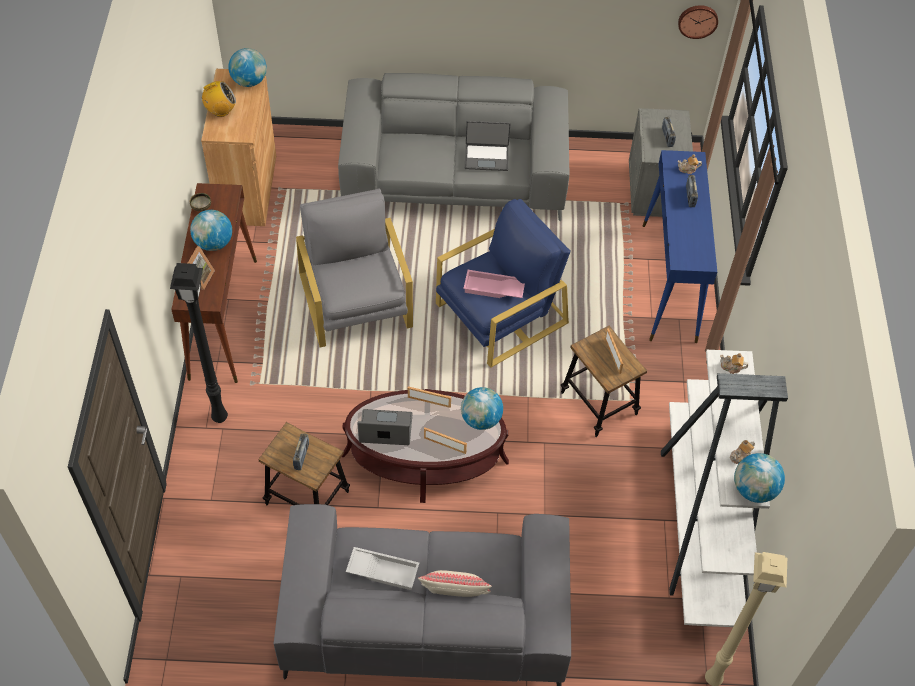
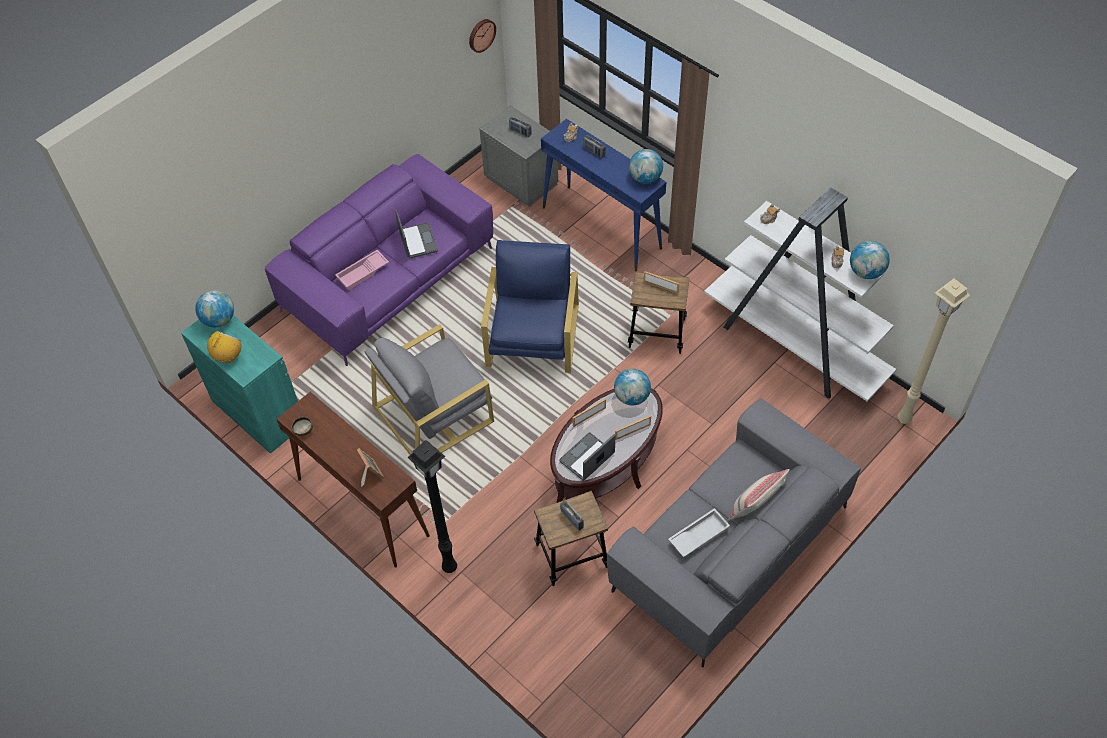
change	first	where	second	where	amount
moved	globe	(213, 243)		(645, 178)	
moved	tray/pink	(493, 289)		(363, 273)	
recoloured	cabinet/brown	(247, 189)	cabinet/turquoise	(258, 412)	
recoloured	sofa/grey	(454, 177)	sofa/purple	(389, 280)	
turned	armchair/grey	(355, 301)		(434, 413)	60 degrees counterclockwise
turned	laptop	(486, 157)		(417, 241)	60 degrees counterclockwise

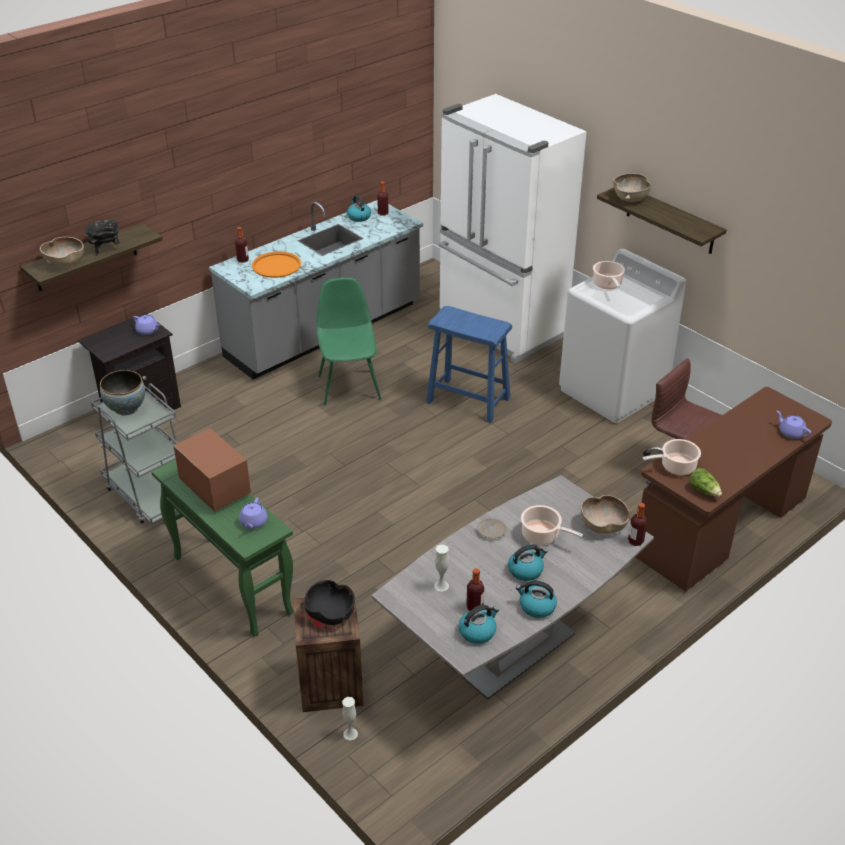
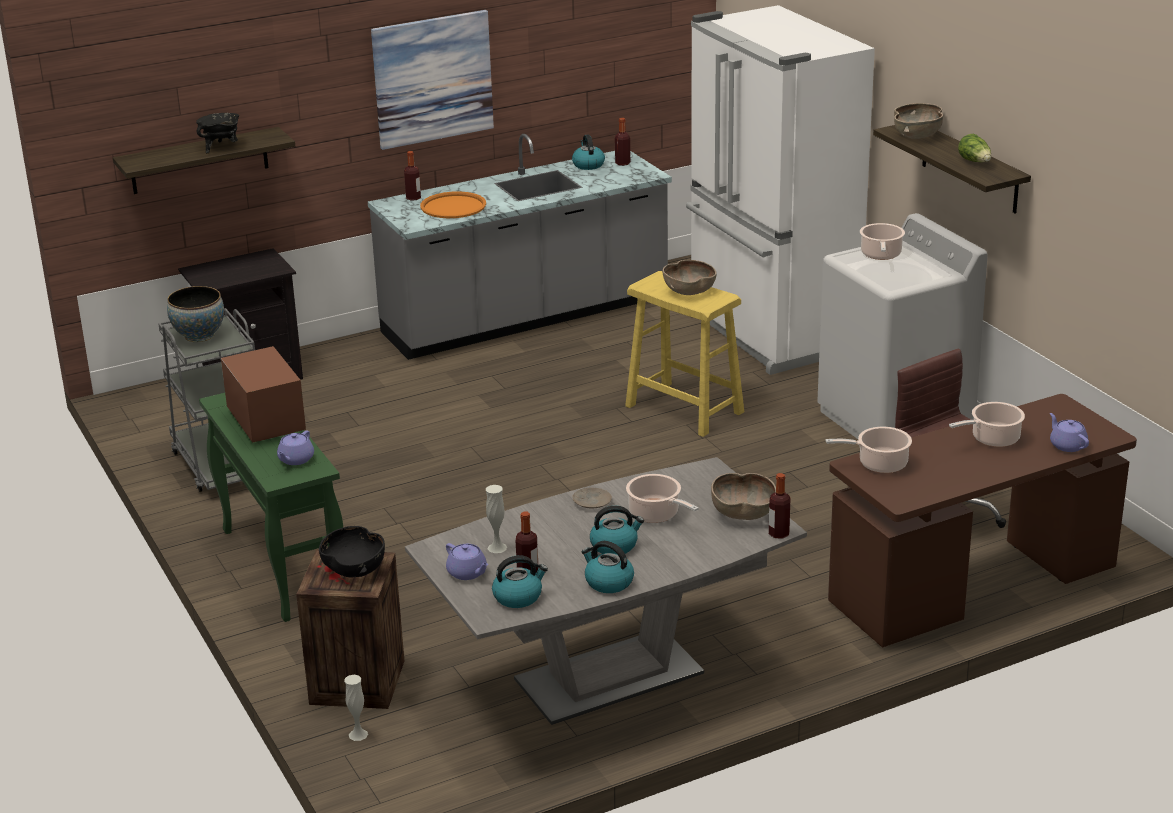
change	first	where	second	where	amount
removed	chair/green	(349, 386)			
added			picture	(432, 79)	
added			cooking pot	(992, 439)	
moved	bowl/brown	(65, 262)		(689, 291)	
moved	teapot/purple	(148, 331)		(467, 573)	
moved	lettuce	(704, 491)		(975, 162)	
recoloured	stool/blue	(468, 400)	stool/yellow	(685, 409)	

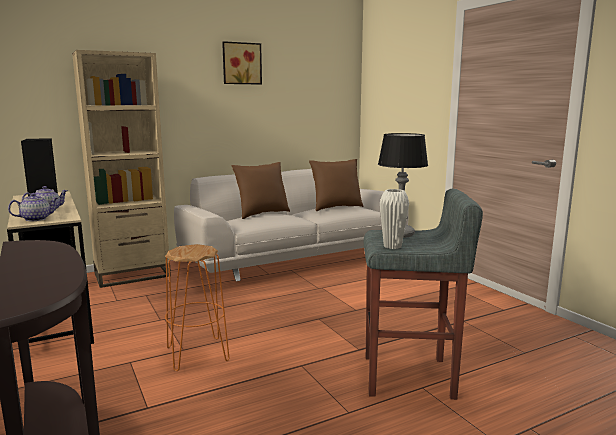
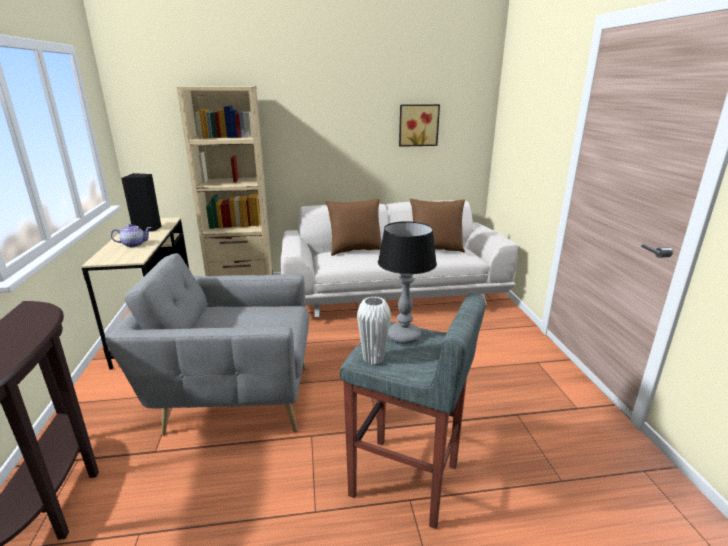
change	first	where	second	where	amount
removed	teapot	(36, 219)			
moved	picture	(241, 63)		(418, 125)	
replaced	stool/orange	(197, 353)	armchair/grey	(233, 397)	

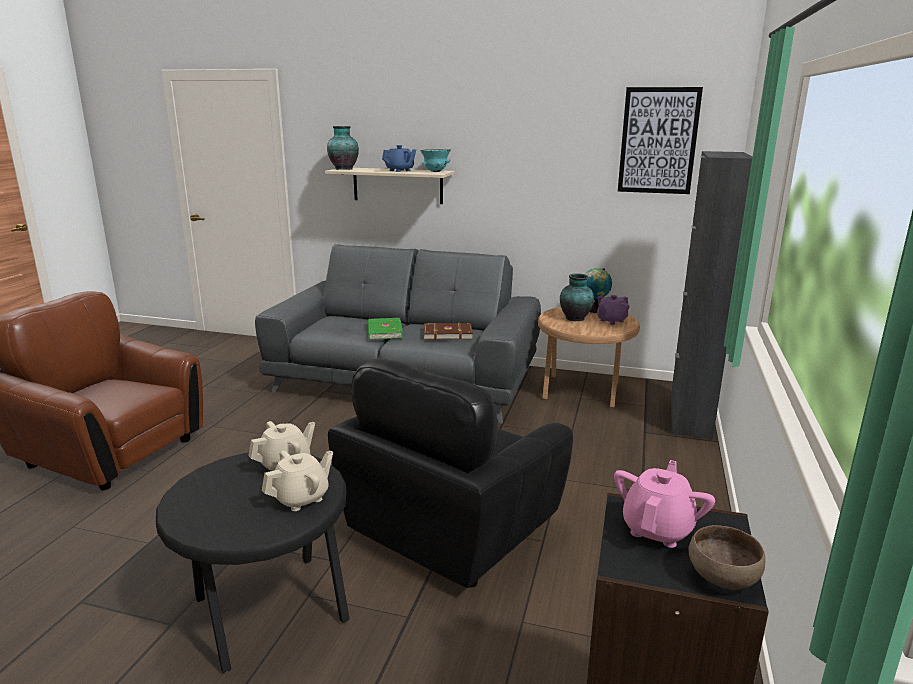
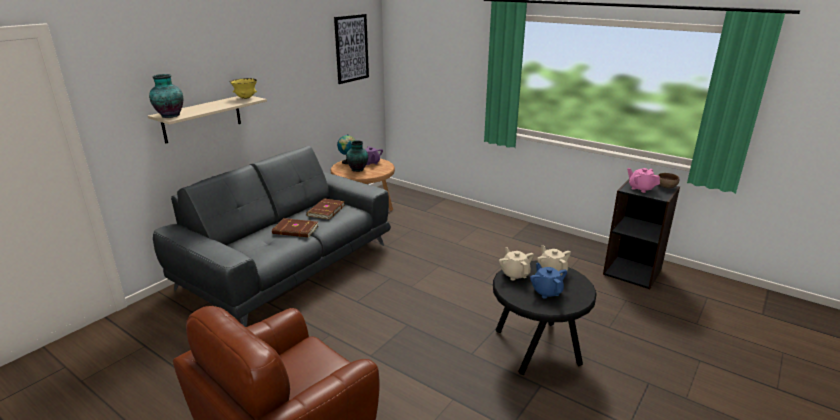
change	first	where	second	where	amount
removed	armchair/black	(454, 529)			
removed	cabinet/black	(690, 417)			
moved	teapot/blue	(400, 170)		(546, 291)	
recoloured	book/green	(383, 331)	book/brown	(295, 230)	
recoloured	bowl/turquoise	(435, 171)	bowl/yellow	(246, 98)	

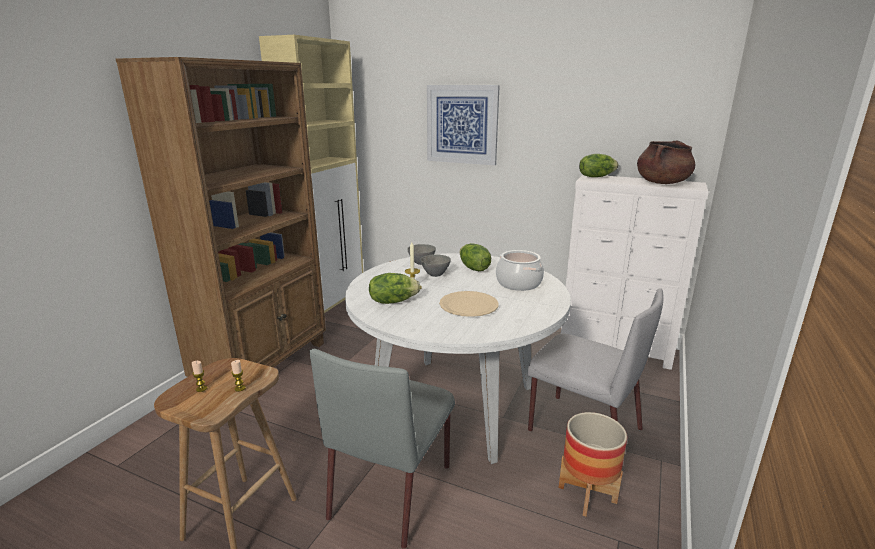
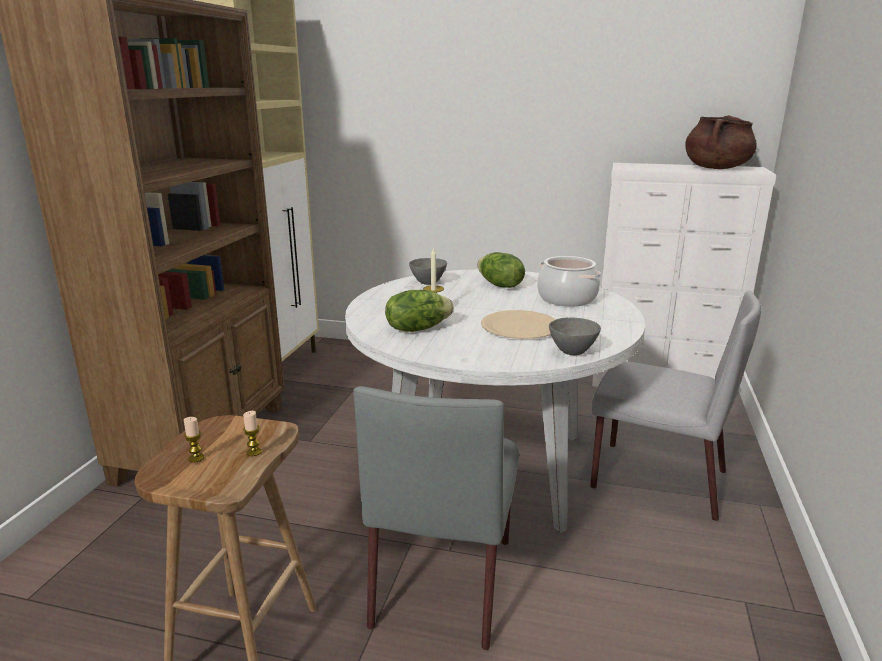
change	first	where	second	where	amount
removed	picture	(462, 124)			
removed	planter	(587, 494)			
removed	lettuce	(596, 177)			
moved	bowl/grey	(435, 275)		(572, 352)	

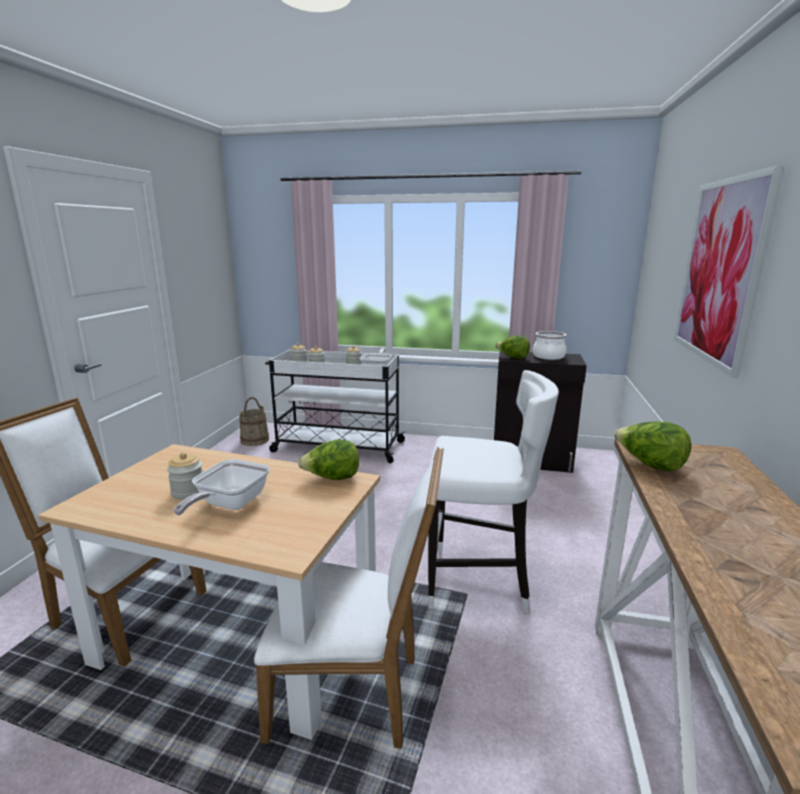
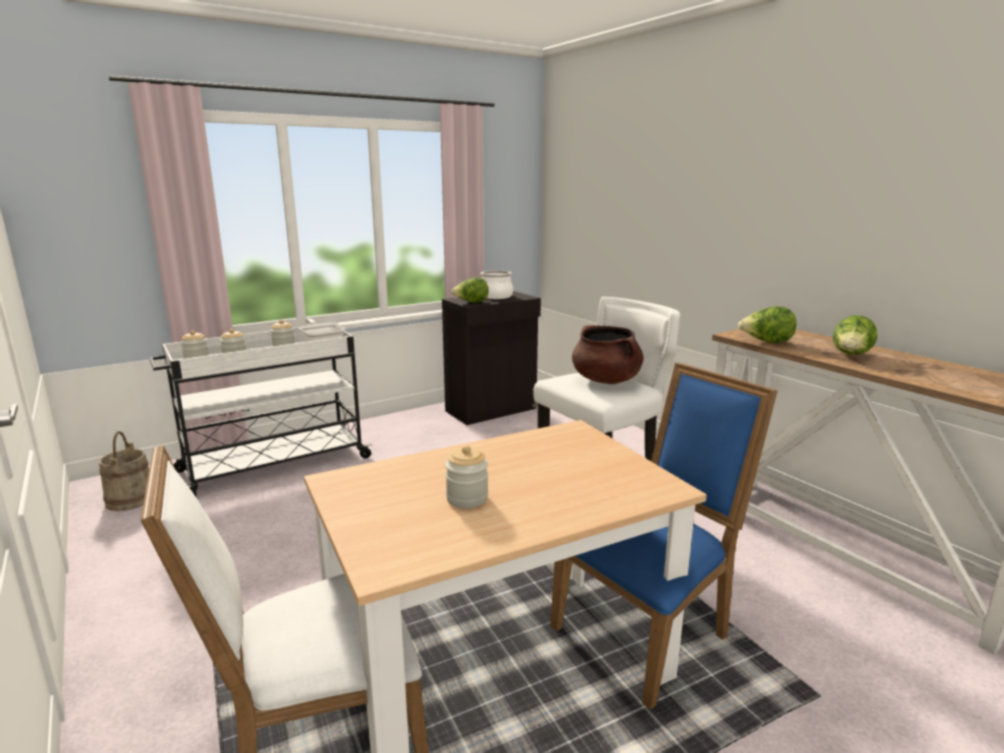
change	first	where	second	where	amount
removed	frying pan	(229, 505)			
removed	picture	(719, 271)			
added			cooking pot/brown	(606, 380)	
moved	lettuce	(332, 478)		(851, 355)	
recoloured	chair/white	(355, 693)	chair/blue	(649, 632)	

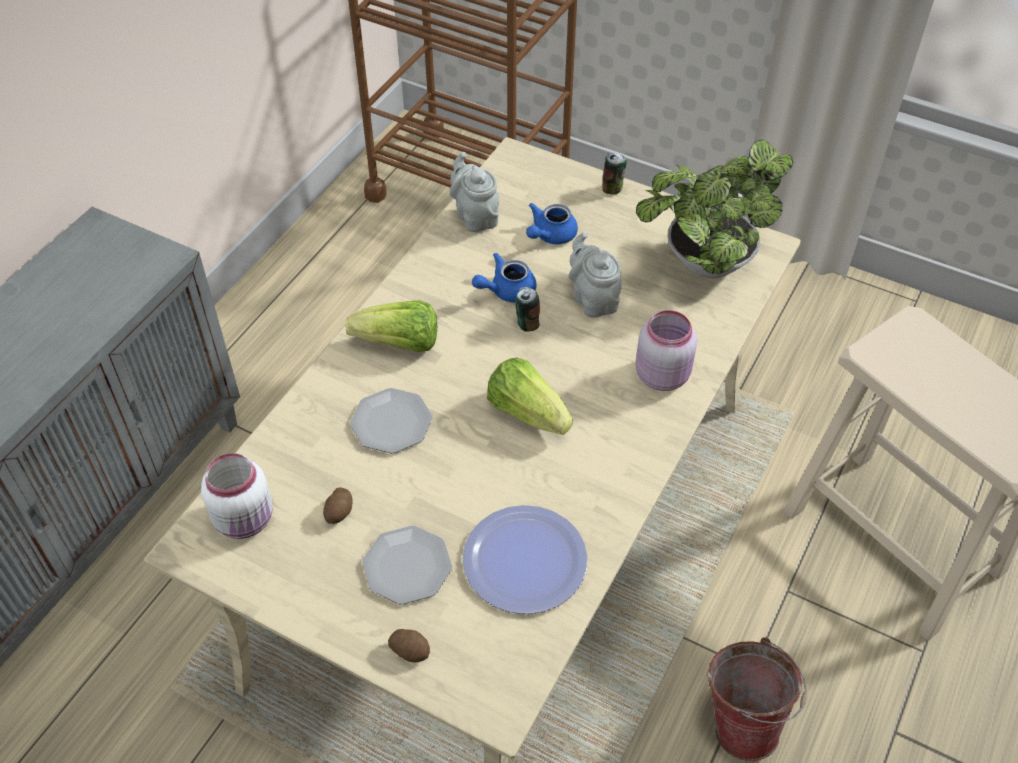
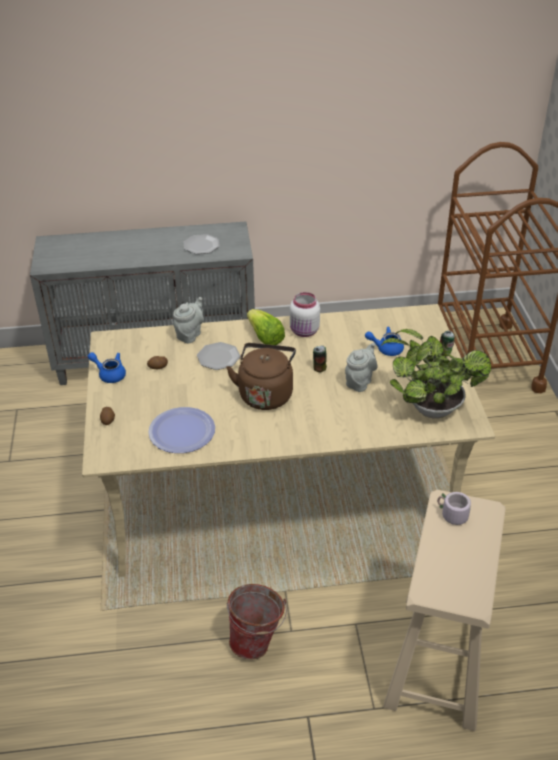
change	first	where	second	where	amount
removed	jar/pink	(662, 374)			
added			mug/grey	(451, 516)	
moved	jar/white	(246, 519)		(305, 331)	
moved	plate	(408, 567)		(201, 246)	
moved	teapot/grey	(475, 216)		(190, 334)	
moved	teapot/blue	(506, 290)		(109, 374)	
replaced	lettuce	(527, 412)	kettle/brown	(265, 393)	

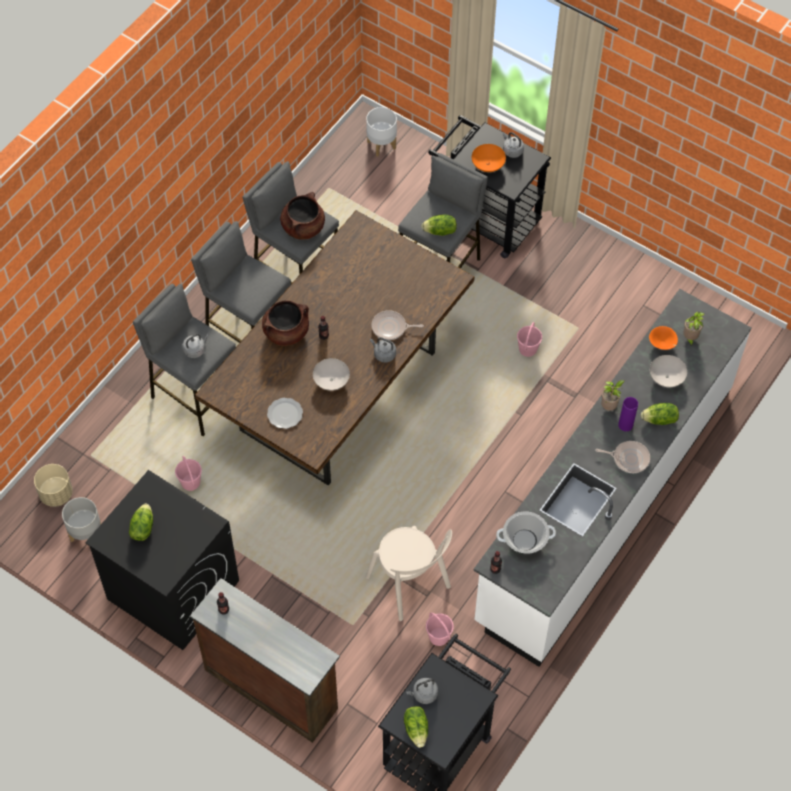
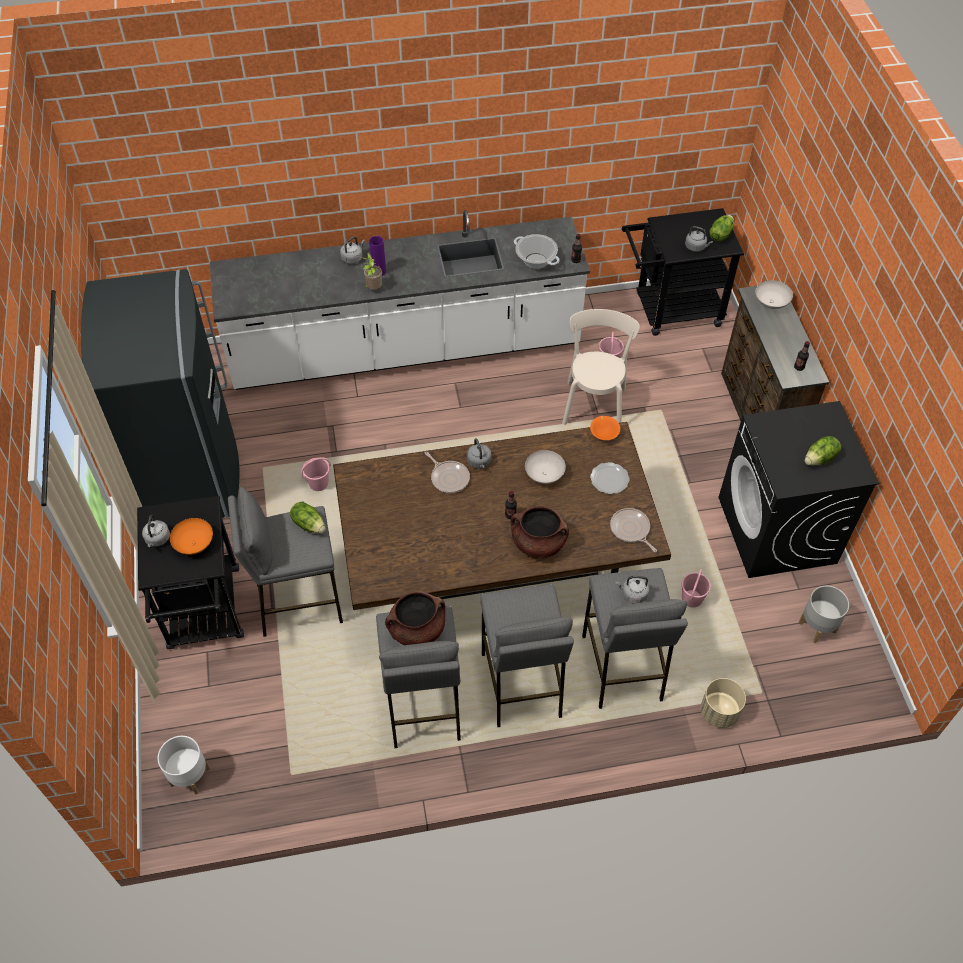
change	first	where	second	where	amount
removed	potted plant	(690, 338)			
added			fridge/grey	(191, 471)	
moved	planter/beige	(56, 493)		(719, 712)	
moved	frying pan	(628, 458)		(631, 529)	
moved	bowl/orange	(662, 344)		(604, 434)	
moved	bowl/white	(666, 377)		(770, 303)	
replaced	lettuce	(659, 420)	kettle/grey	(353, 258)	

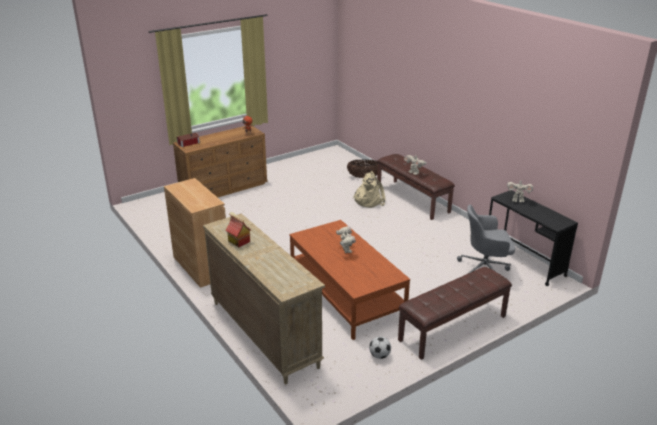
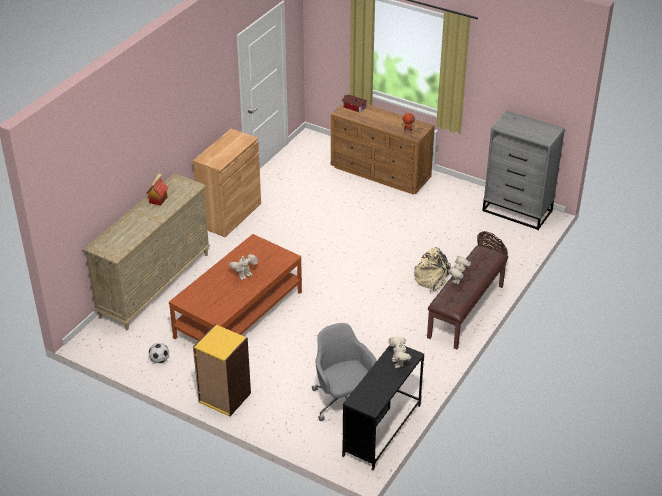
change	first	where	second	where	amount
added			dresser/grey	(518, 211)	
replaced	bench/brown	(453, 328)	bookcase/yellow	(224, 398)	

